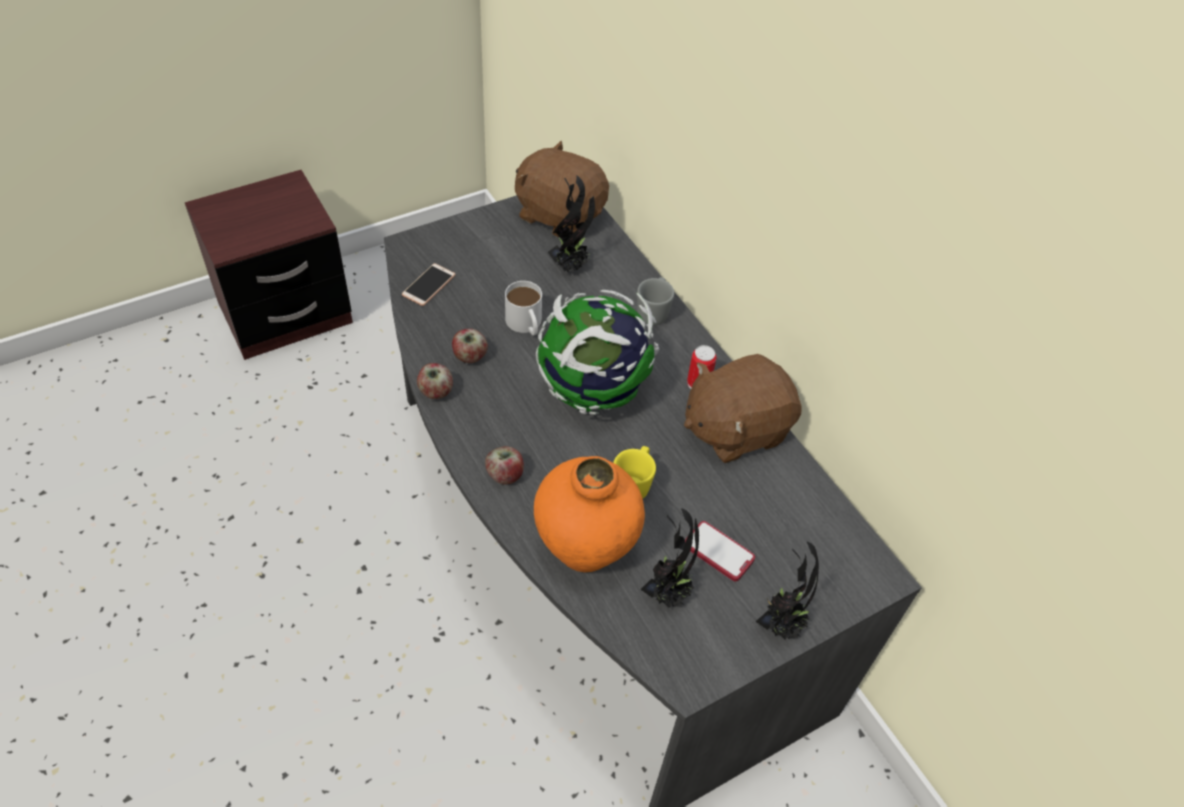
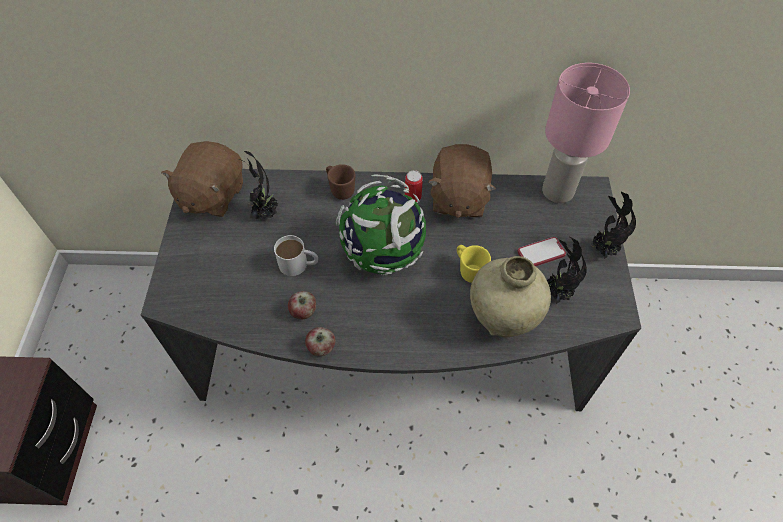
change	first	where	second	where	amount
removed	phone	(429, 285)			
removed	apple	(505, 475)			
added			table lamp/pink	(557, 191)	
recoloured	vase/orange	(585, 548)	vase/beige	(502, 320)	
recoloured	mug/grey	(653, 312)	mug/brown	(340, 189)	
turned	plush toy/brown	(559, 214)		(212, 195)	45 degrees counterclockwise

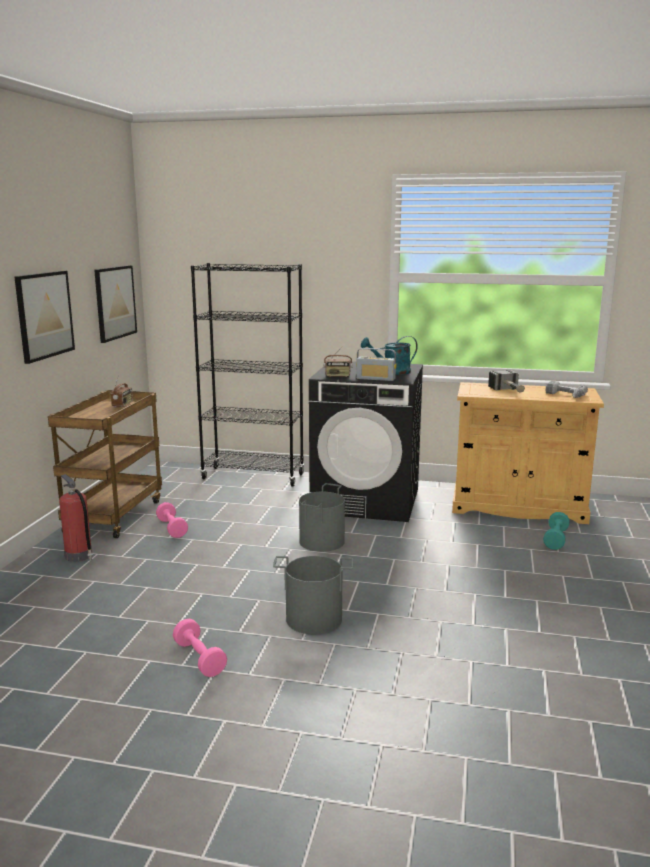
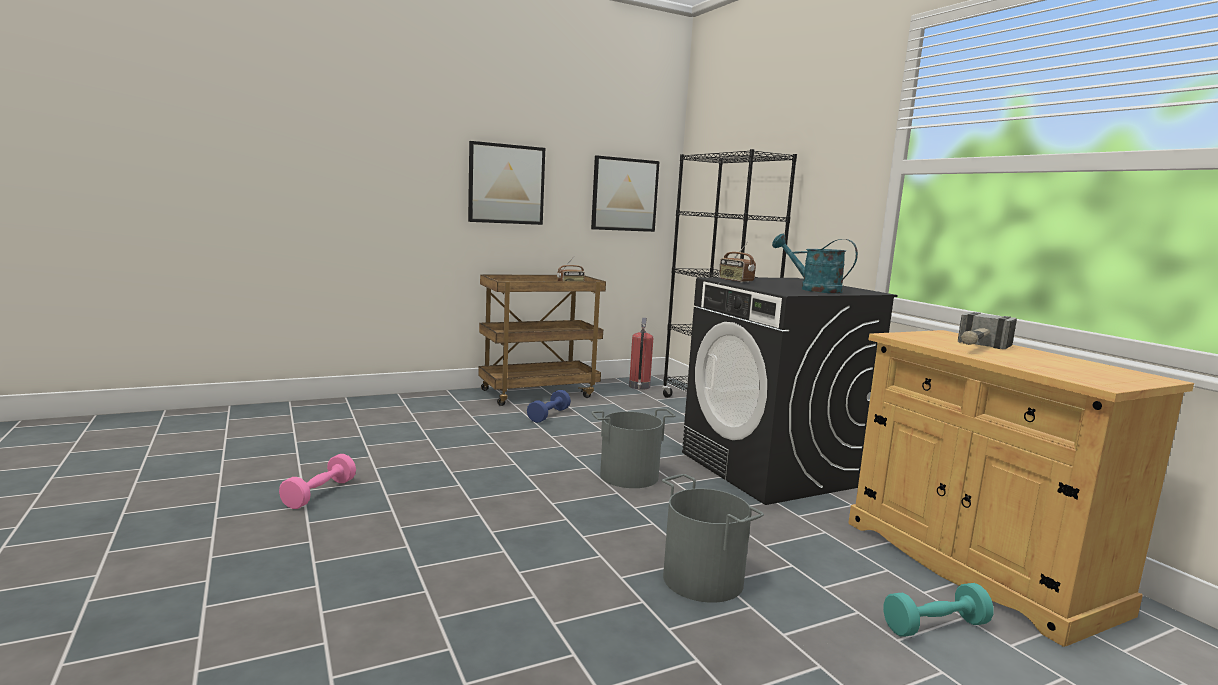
change	first	where	second	where	amount
removed	radio	(376, 379)			
removed	power drill	(564, 395)			
moved	fire extinguisher	(79, 556)		(639, 387)	
moved	bucket/grey	(314, 618)		(704, 579)	
recoloured	dumbbell/pink	(172, 528)	dumbbell/blue	(548, 415)	

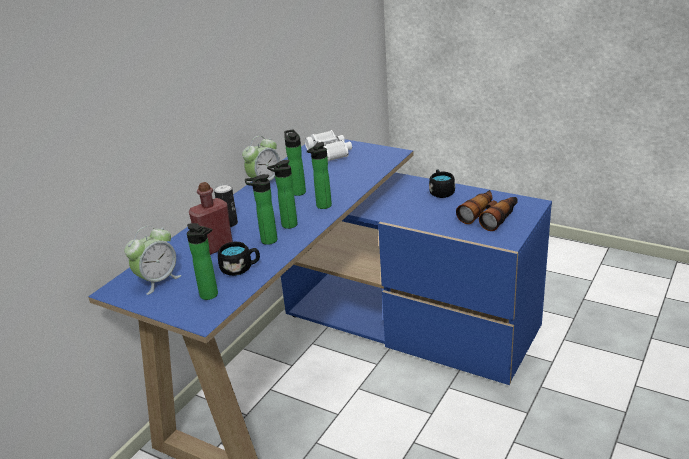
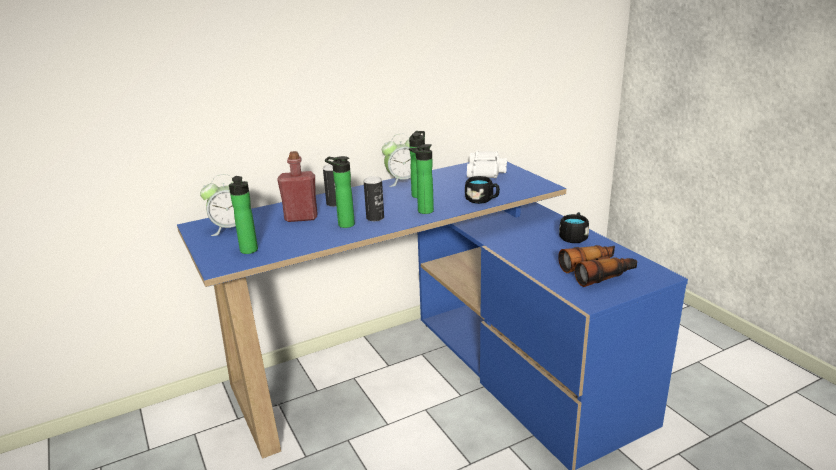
change	first	where	second	where	amount
moved	mug/black	(240, 268)		(482, 200)	
replaced	bottle	(287, 225)	can	(375, 218)	

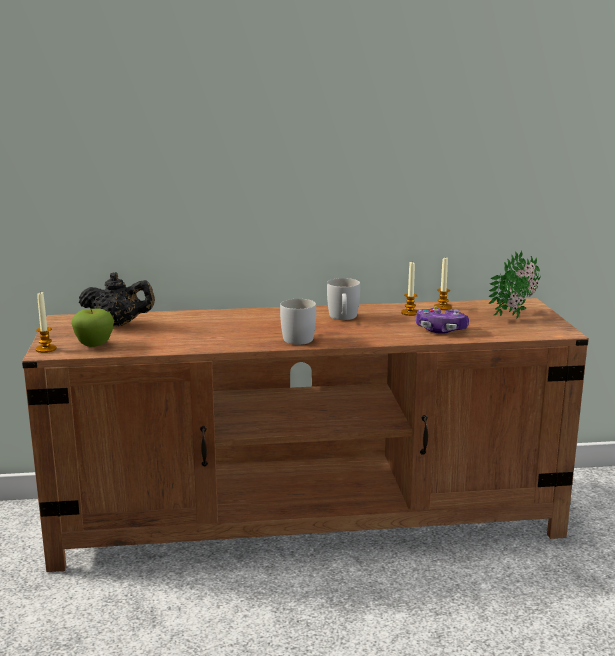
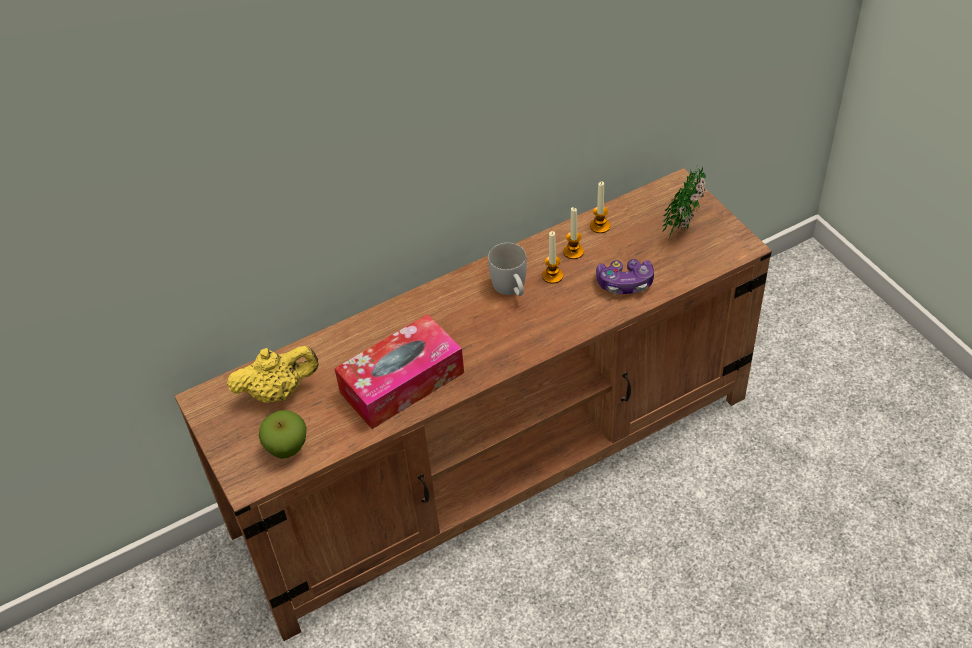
change	first	where	second	where	amount
removed	mug/white	(300, 337)			
added			tissue box	(402, 382)	
moved	candle	(46, 349)		(552, 276)	
recoloured	teapot/black	(118, 325)	teapot/yellow	(278, 392)	

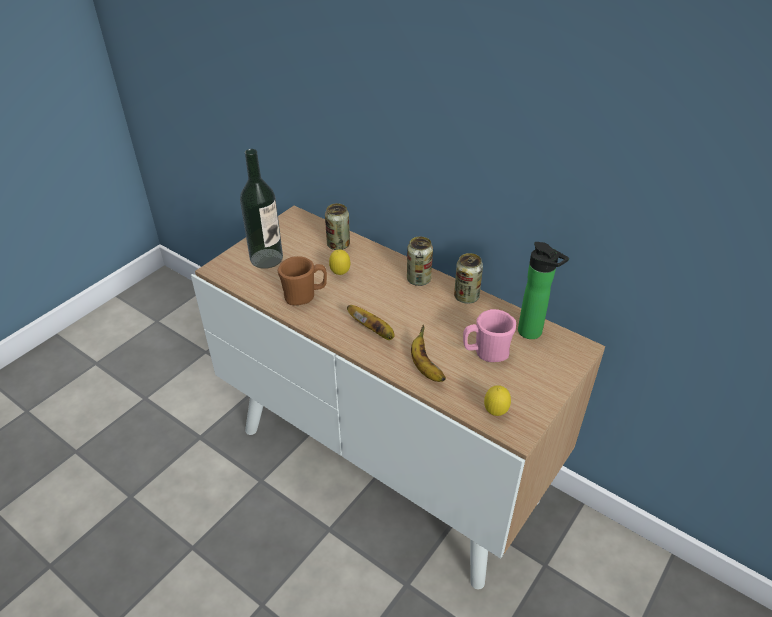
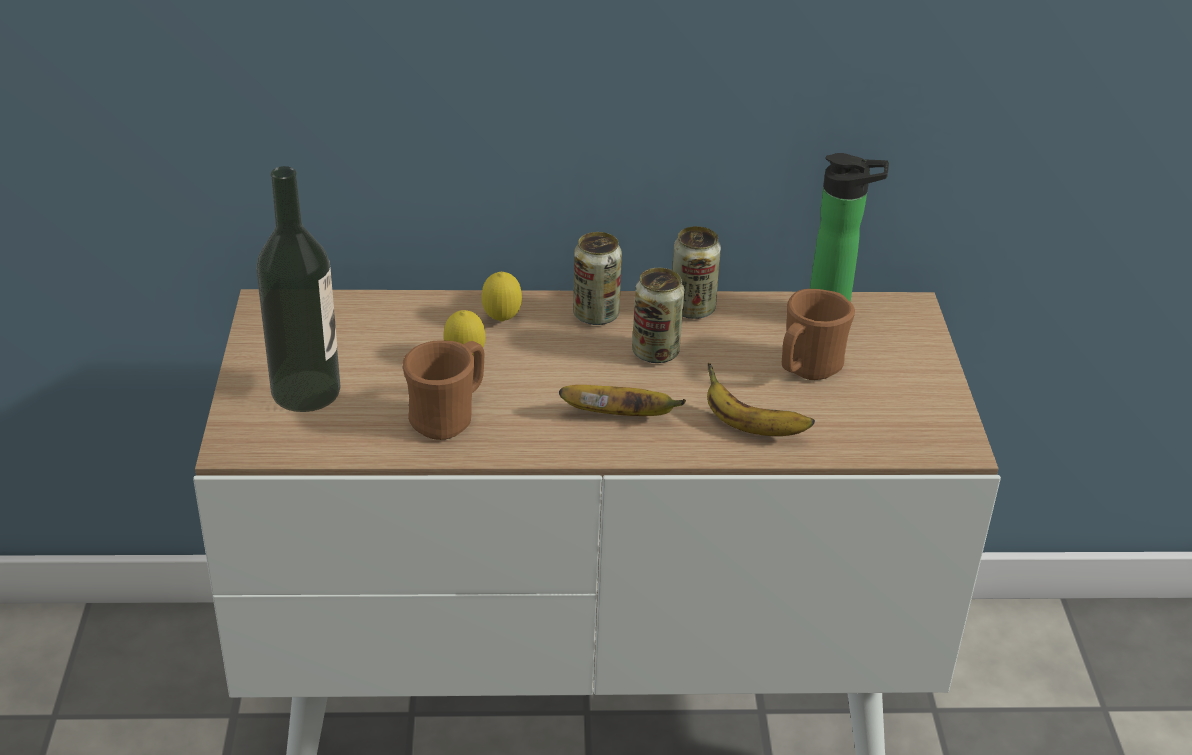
change	first	where	second	where	amount
moved	can	(338, 245)		(655, 352)	
moved	lemon	(495, 413)		(502, 320)	
recoloured	mug/pink	(486, 353)	mug/brown	(806, 370)	

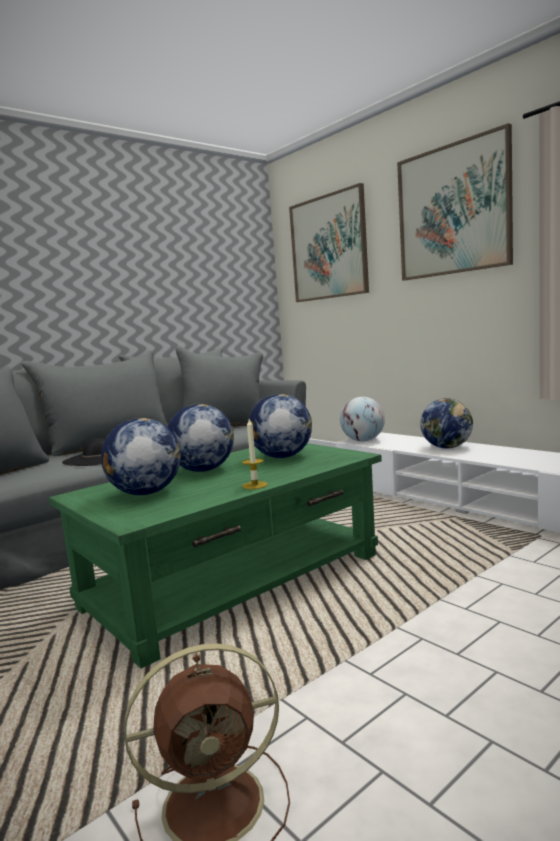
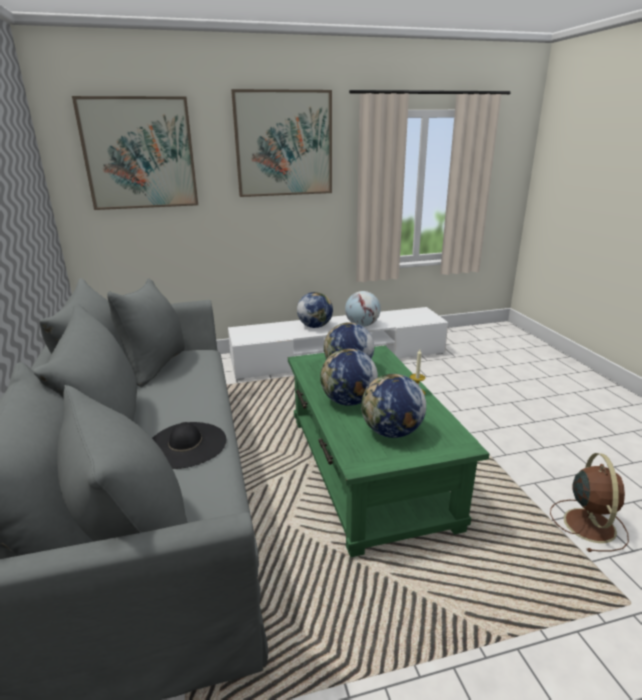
change	first	where	second	where	amount
moved	globe	(363, 441)		(362, 325)	

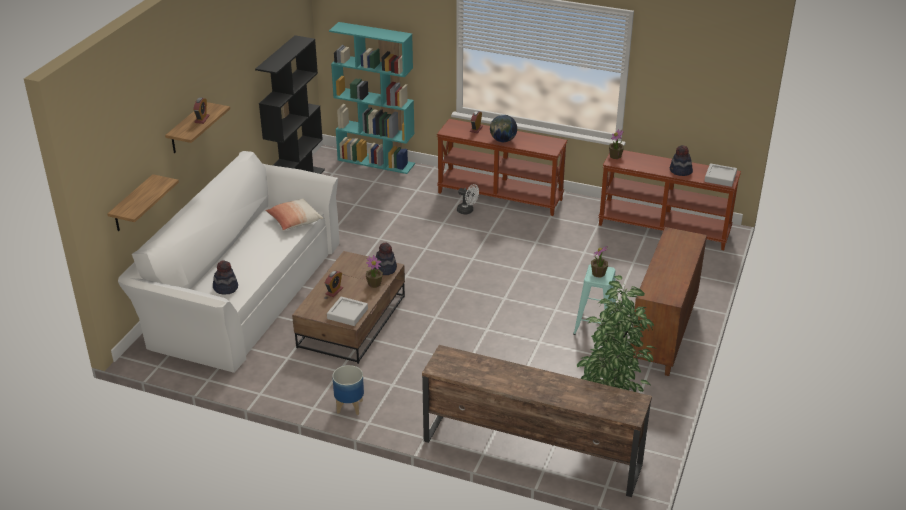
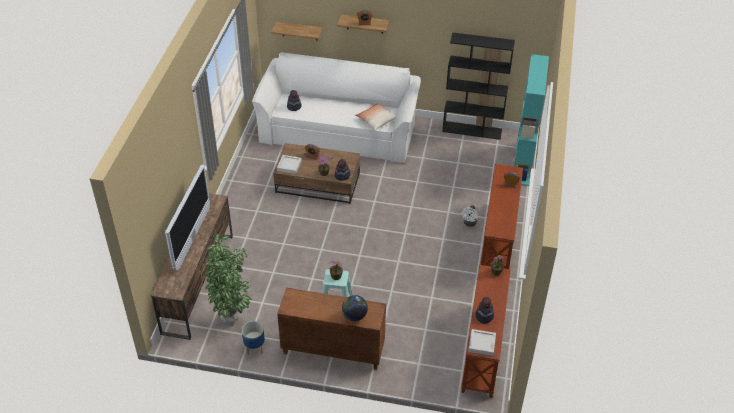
change	first	where	second	where	amount
added			television	(192, 238)	
moved	planter	(349, 406)		(254, 347)	
moved	globe	(503, 140)		(354, 316)	

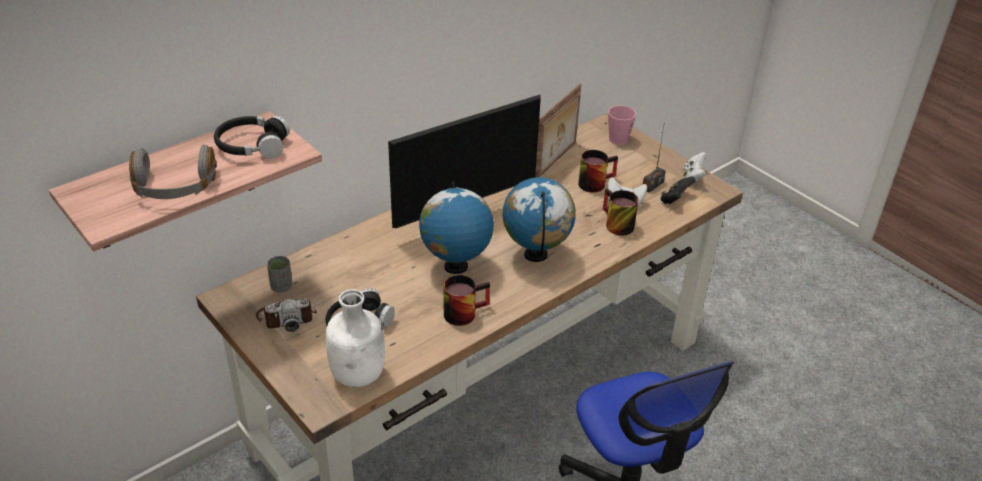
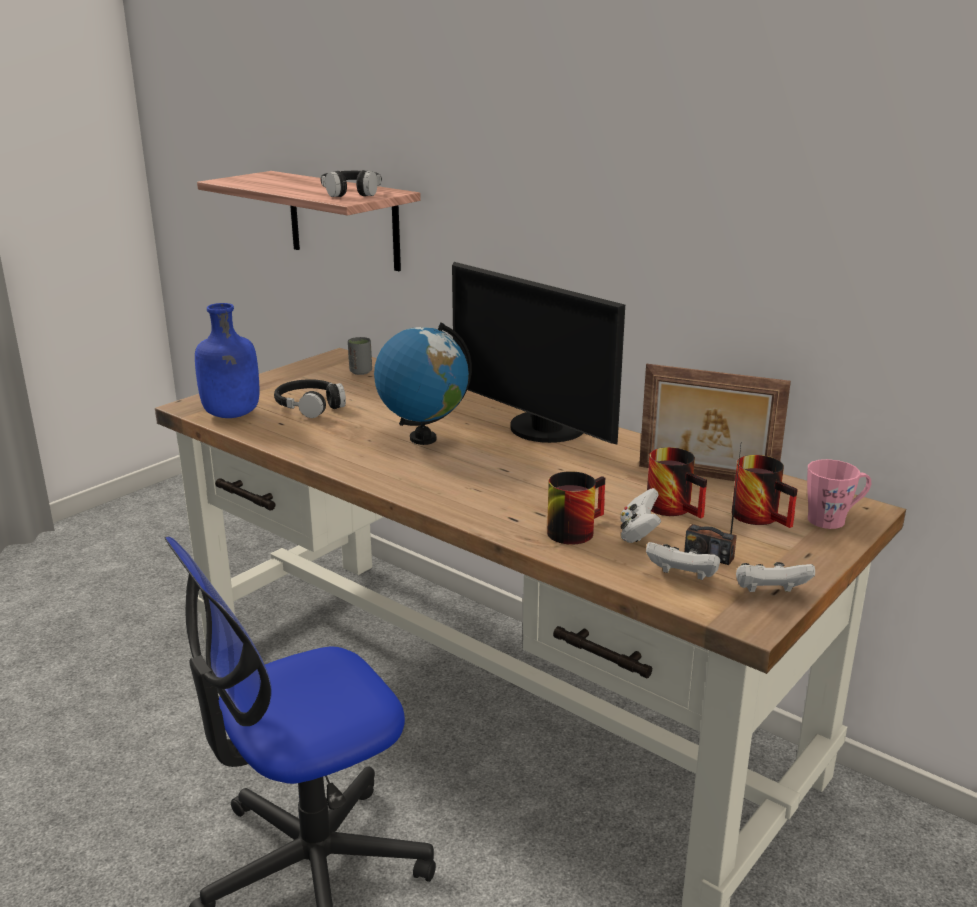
change	first	where	second	where	amount
removed	headphones/grey	(175, 188)			
removed	photo camera	(287, 317)			
removed	globe	(536, 255)			
moved	mug	(463, 311)		(763, 516)	
recoloured	bottle/white	(359, 375)	bottle/blue	(231, 415)	
recoloured	game controller/black	(675, 199)	game controller/white	(682, 577)	

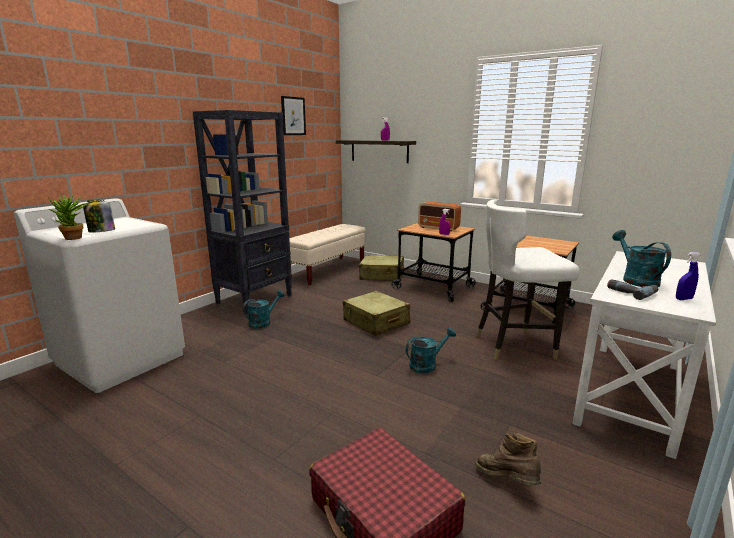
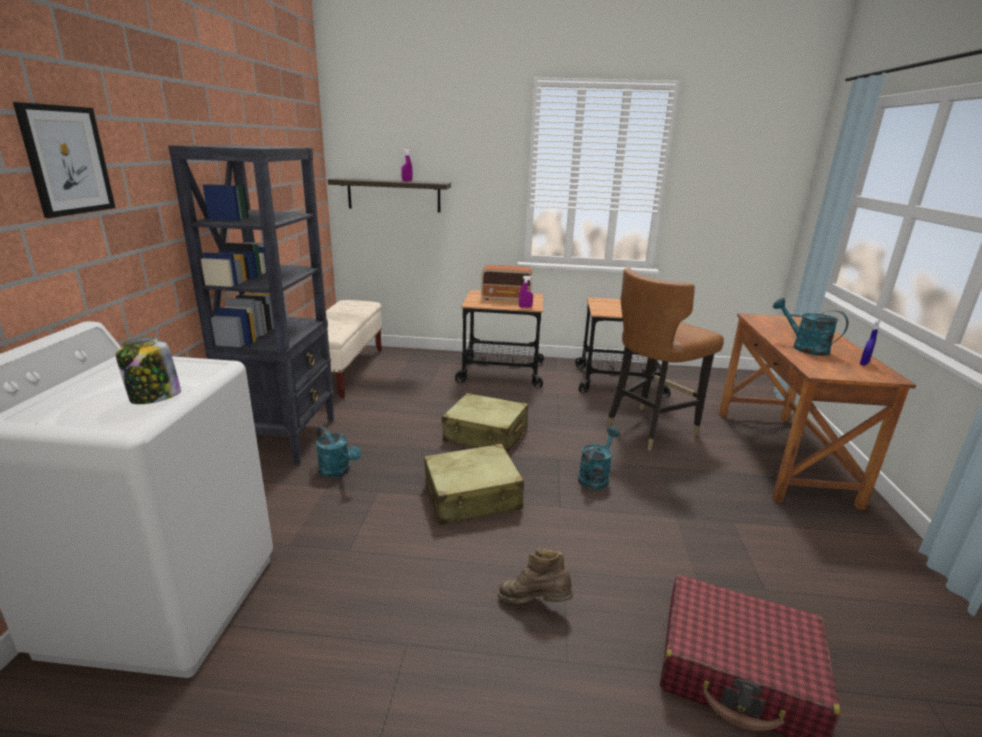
change	first	where	second	where	amount
removed	potted plant	(73, 238)			
removed	power drill	(631, 292)			
moved	picture	(293, 116)		(67, 160)	
moved	suitcase/beige	(382, 275)		(472, 497)	
moved	boot/brown	(506, 482)		(534, 603)	
recoloured	chair/white	(514, 345)	chair/brown	(649, 428)	
recoloured	desk/white	(631, 393)	desk/brown	(782, 455)	
turned	watering can/turquoise	(263, 322)		(338, 471)	120 degrees clockwise

